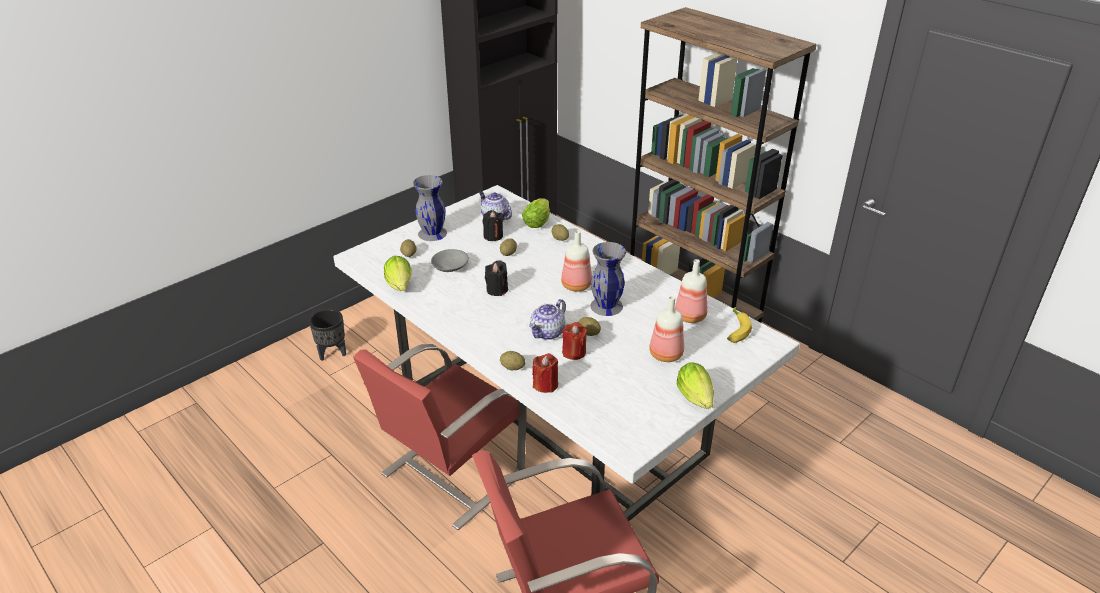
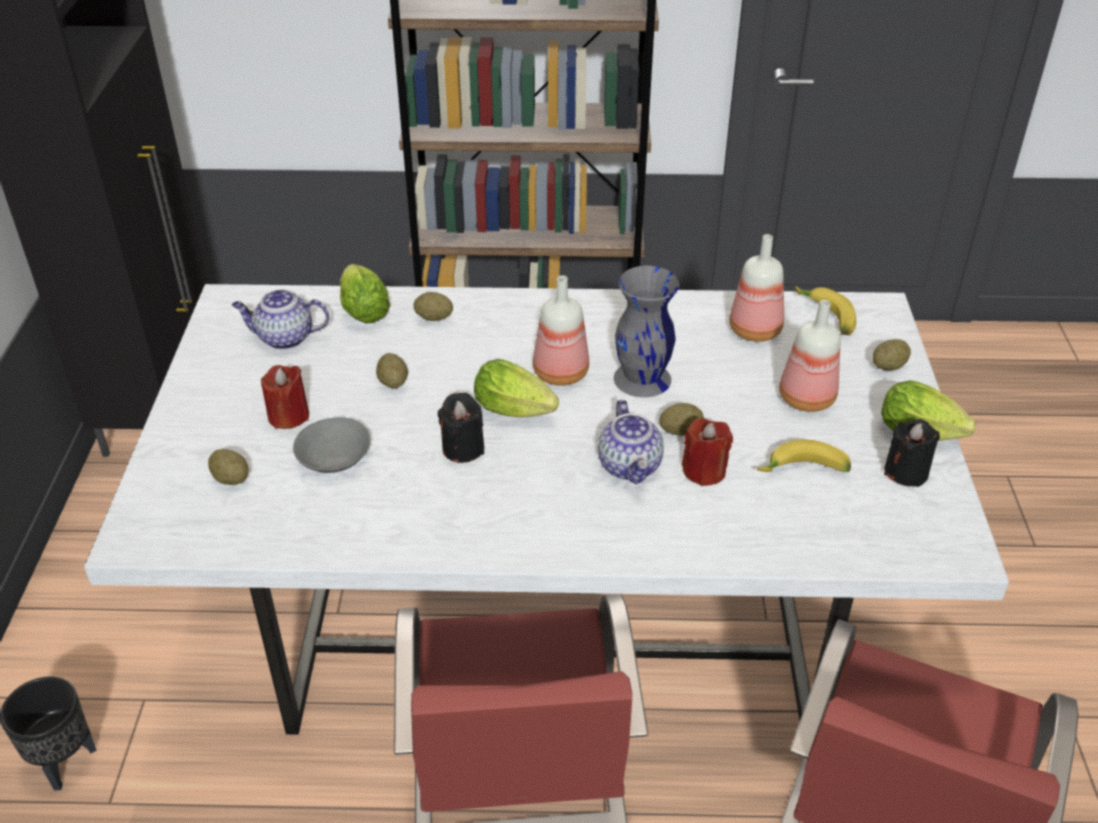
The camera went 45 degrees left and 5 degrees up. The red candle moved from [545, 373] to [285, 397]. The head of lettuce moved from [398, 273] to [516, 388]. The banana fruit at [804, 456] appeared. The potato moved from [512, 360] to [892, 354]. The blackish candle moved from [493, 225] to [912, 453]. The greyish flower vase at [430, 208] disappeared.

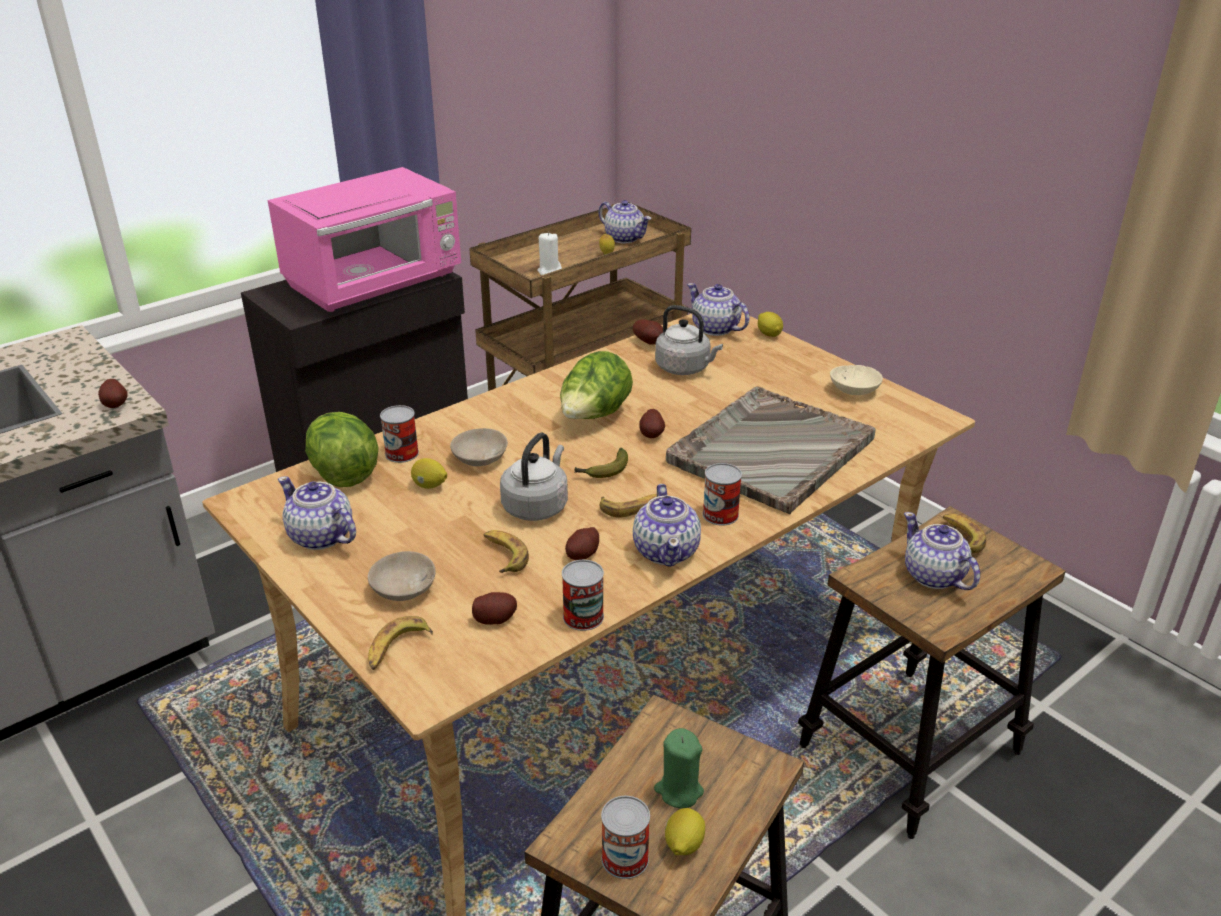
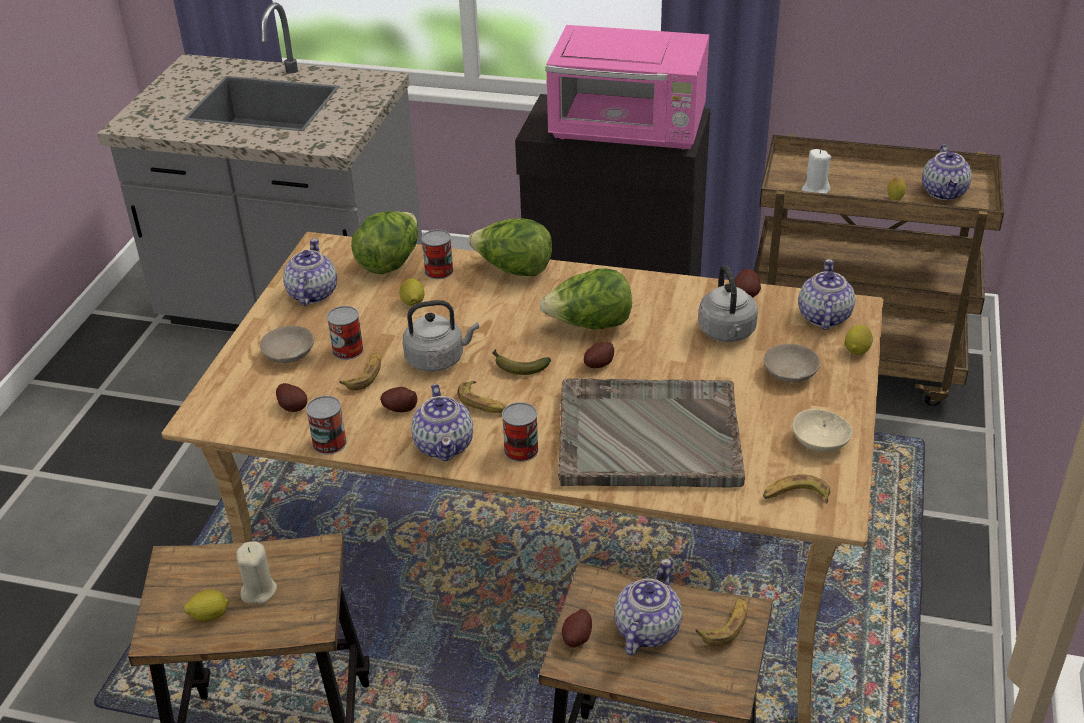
The camera went 55 degrees right and 5 degrees up. The green candle at [679, 768] became the beige-coloured candle at [256, 572]. The can moved from [625, 837] to [345, 333]. The teapot at [667, 525] turned 60 degrees counterclockwise. The head of lettuce at [510, 247] appeared. The potato moved from [113, 393] to [577, 628]. The banana fruit moved from [400, 643] to [796, 489]. The beige-coloured serving bowl moved from [479, 447] to [792, 363].

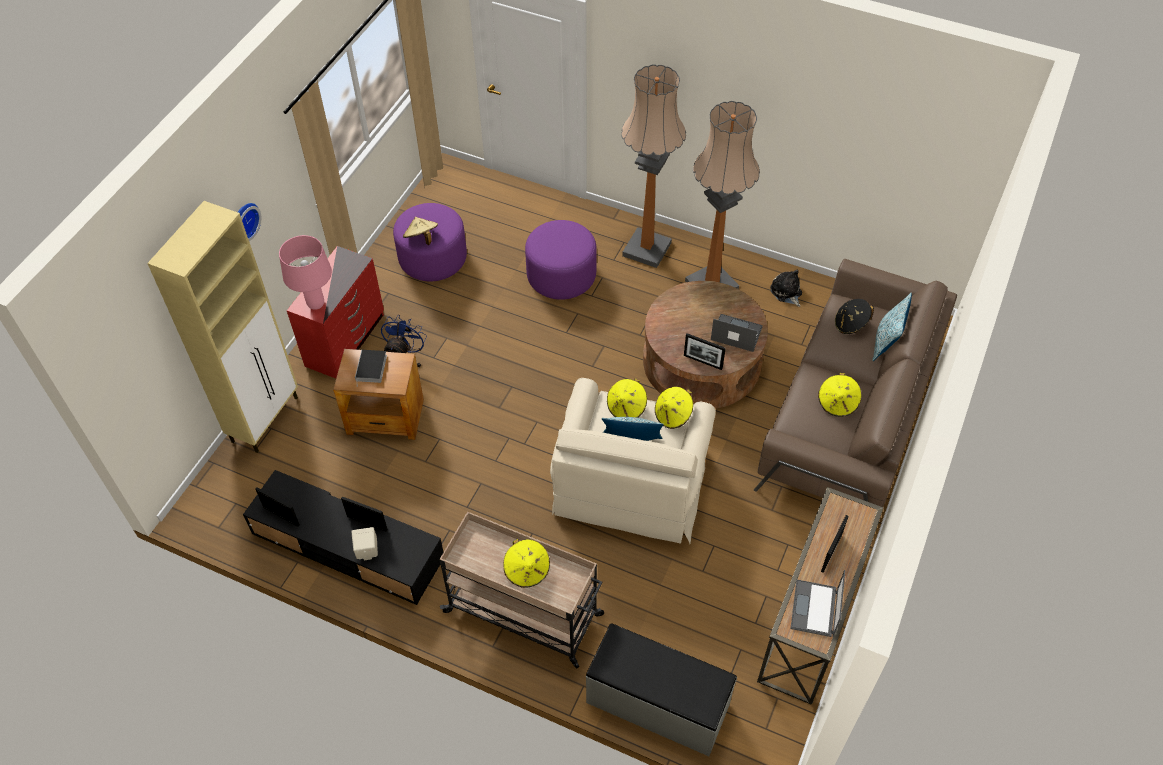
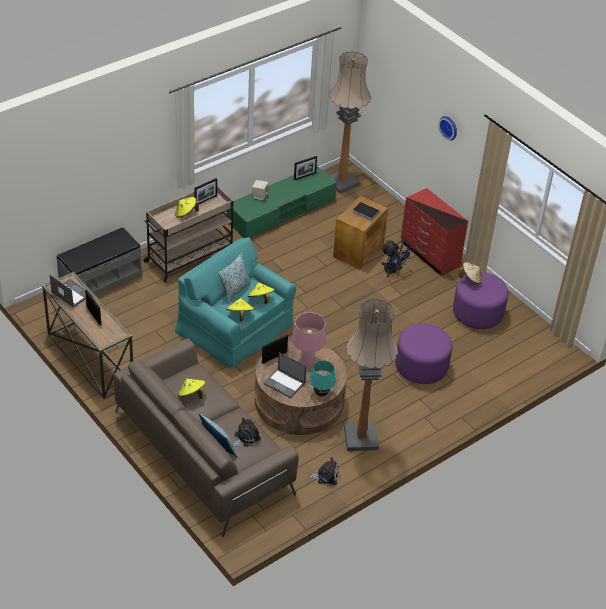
The camera went 115 degrees right and 10 degrees down. The beige-coloured lounge chair at [633, 461] became the turquoise-coloured lounge chair at [235, 303]. The picture frame moved from [364, 514] to [205, 191]. The blackish tv stand at [343, 537] became the green tv stand at [282, 202]. The blackish wearable hat at [854, 316] was replaced by the soft toy at [247, 432]. The laptop at [737, 333] turned 75 degrees clockwise. The pink-coloured tabletop lamp moved from [305, 272] to [309, 339]. The turquoise-coloured tabletop lamp at [322, 378] appeared. The standard lamp moved from [653, 166] to [350, 122]. The beige-coloured cabinet at [222, 327] disappeared.

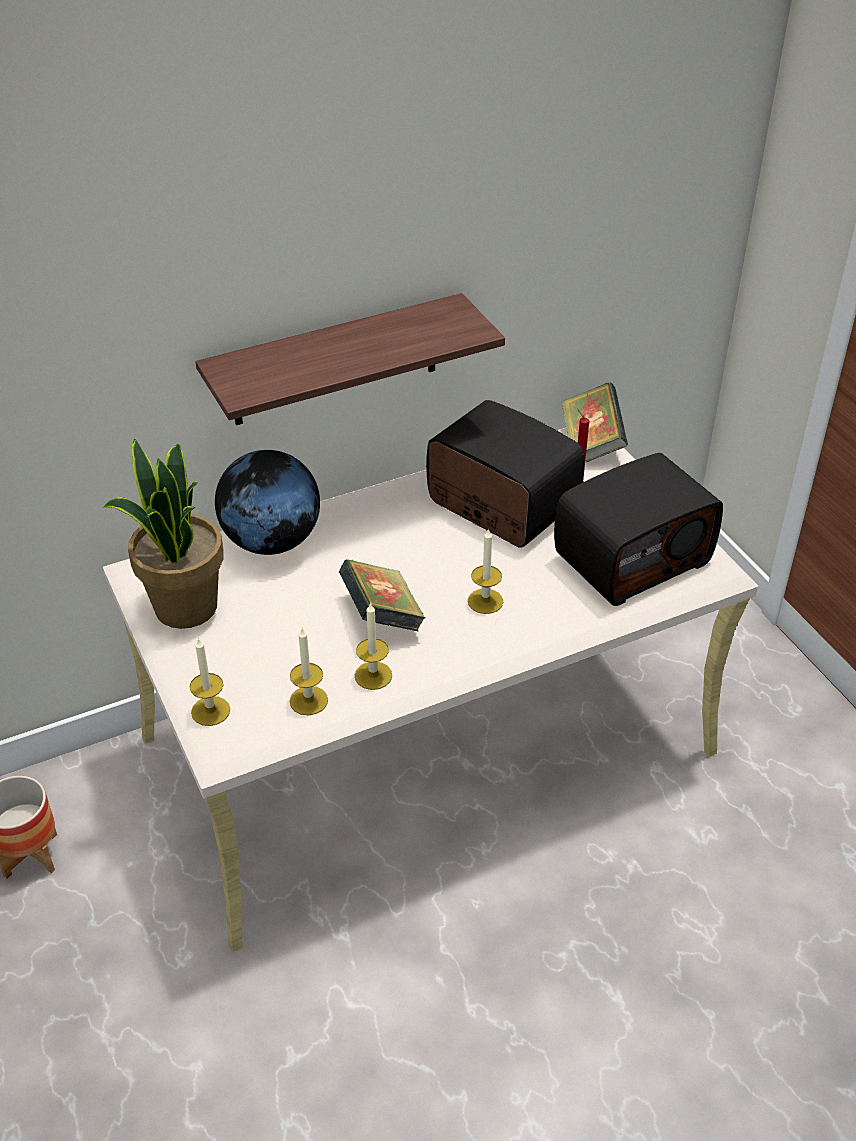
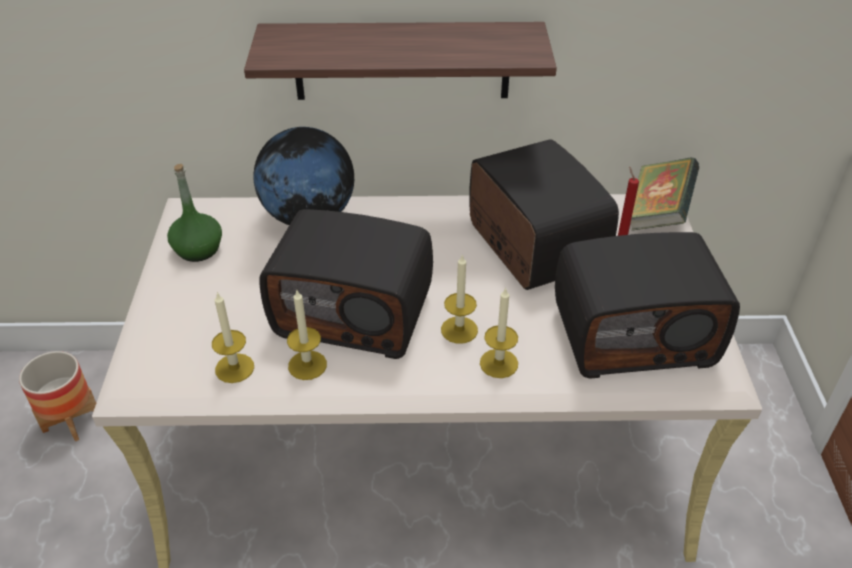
The camera went 25 degrees right and 0 degrees up. The potted plant at [164, 533] was replaced by the green beverage bottle at [194, 213]. The book at [382, 595] was replaced by the radio set at [346, 284]. The candle moved from [209, 681] to [499, 333].

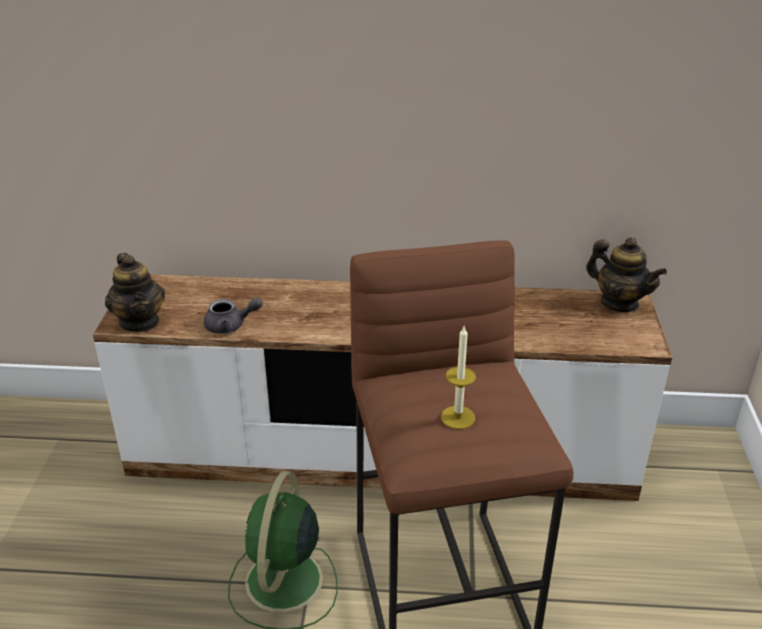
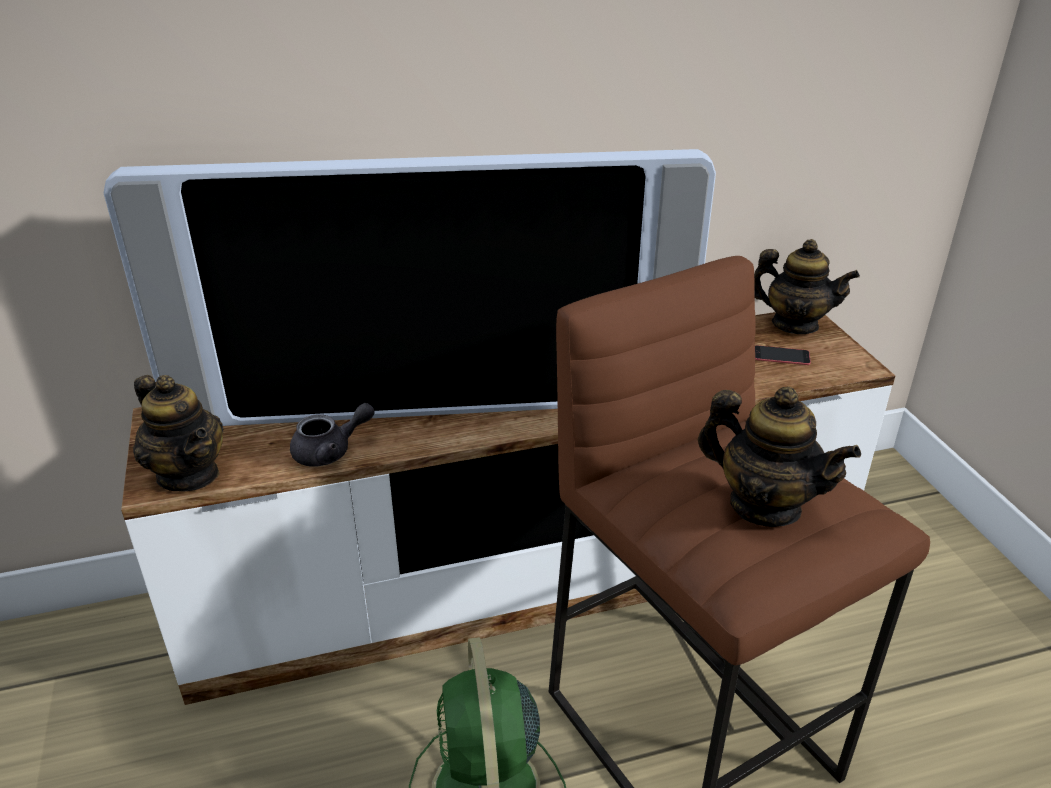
The camera went 20 degrees left and 0 degrees up. The television at [410, 287] appeared. The candle at [458, 377] was replaced by the teapot at [779, 456]. The handset at [783, 355] appeared.

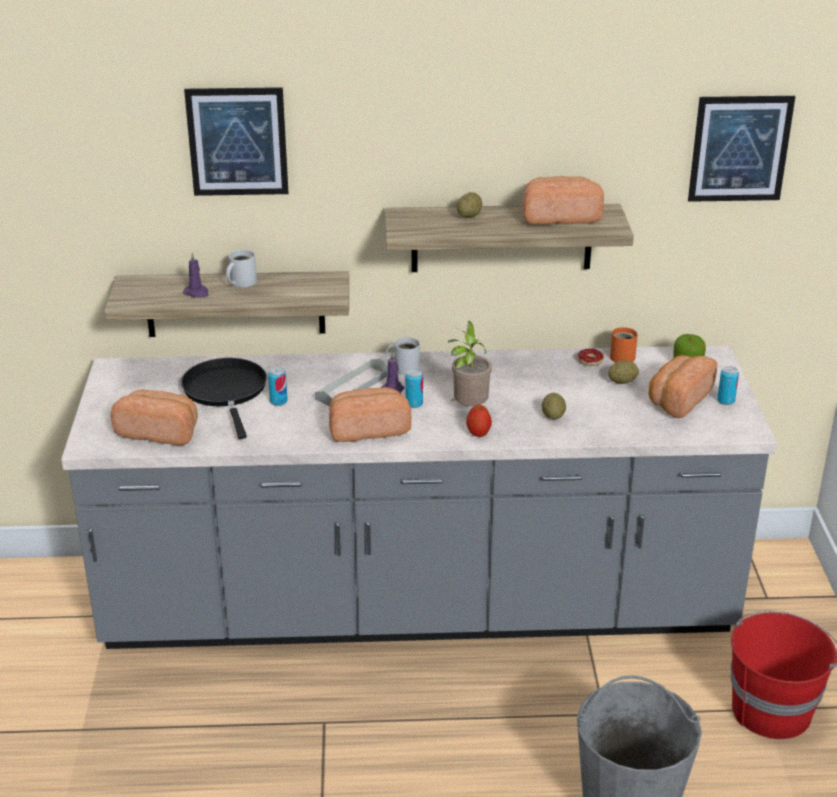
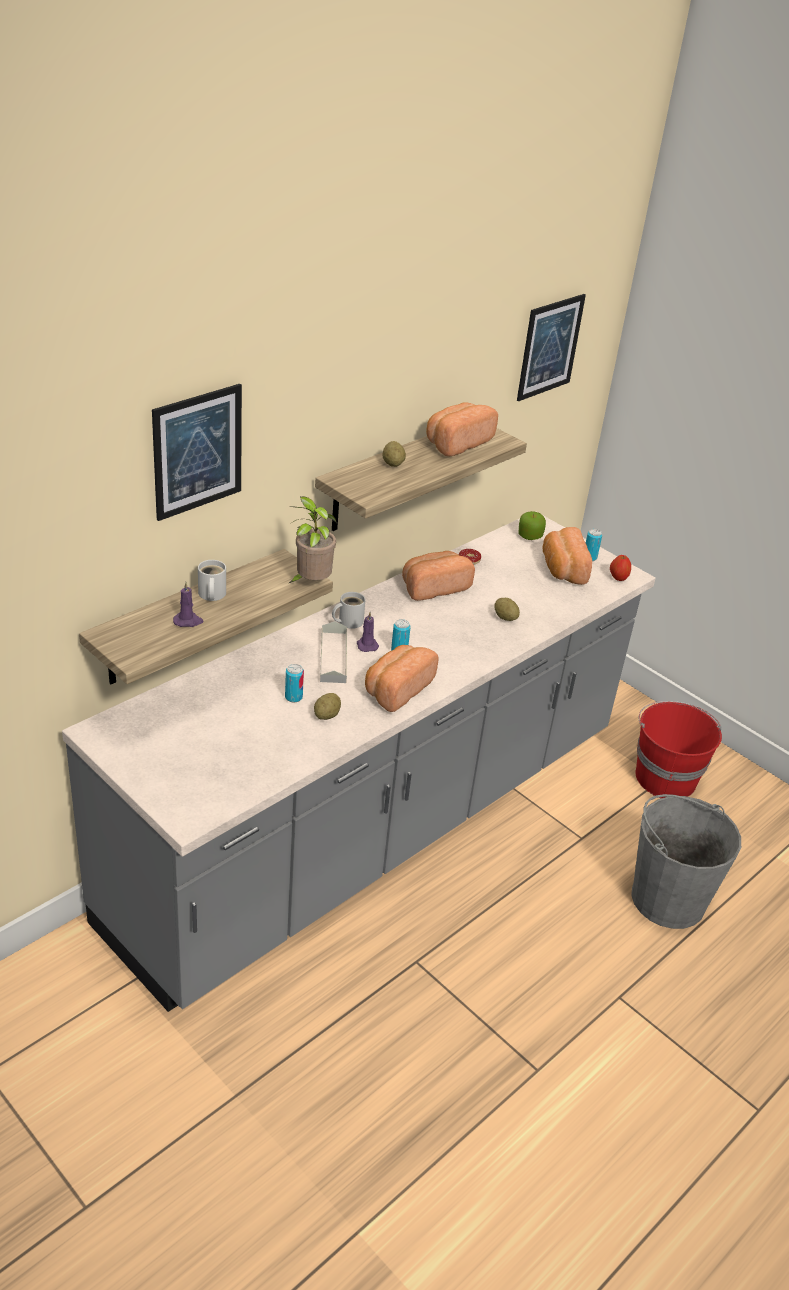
The camera went 45 degrees left and 5 degrees up. The potted plant moved from [470, 363] to [312, 540]. The potato moved from [623, 372] to [327, 706]. The bakery bread moved from [154, 417] to [438, 576]. The whole apple moved from [479, 420] to [620, 568]. The blackish frying pan at [224, 398] disappeared. The orangey mug at [624, 345] disappeared.

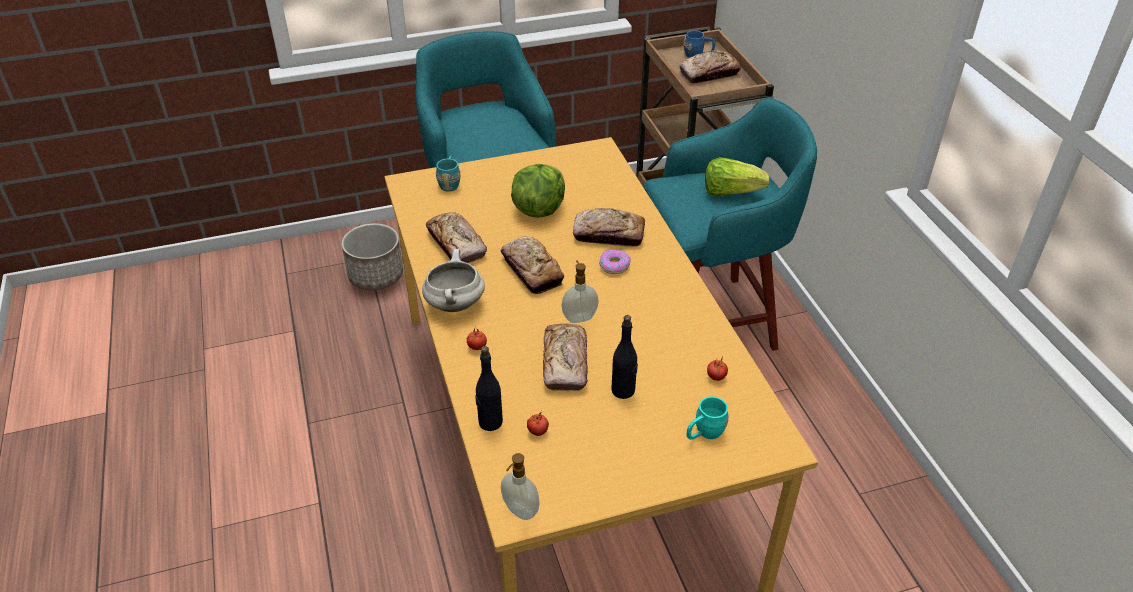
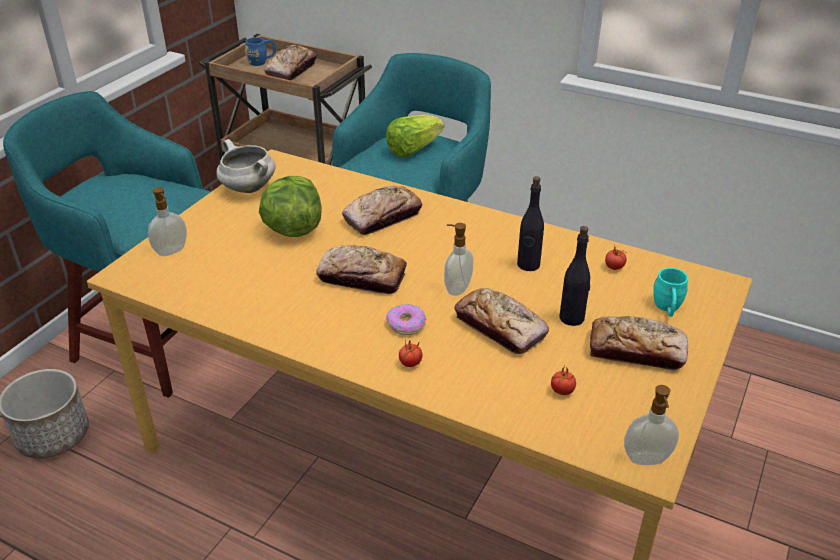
The camera went 45 degrees left and 5 degrees down. The turquoise-coloured mug at [448, 174] was replaced by the soap bottle at [167, 221]. The white-coloured cooking pot moved from [453, 280] to [246, 166]. The ring doughnut moved from [615, 261] to [406, 319]. The blackish beverage bottle moved from [489, 388] to [530, 223]. The bakery bread moved from [456, 237] to [639, 343].

